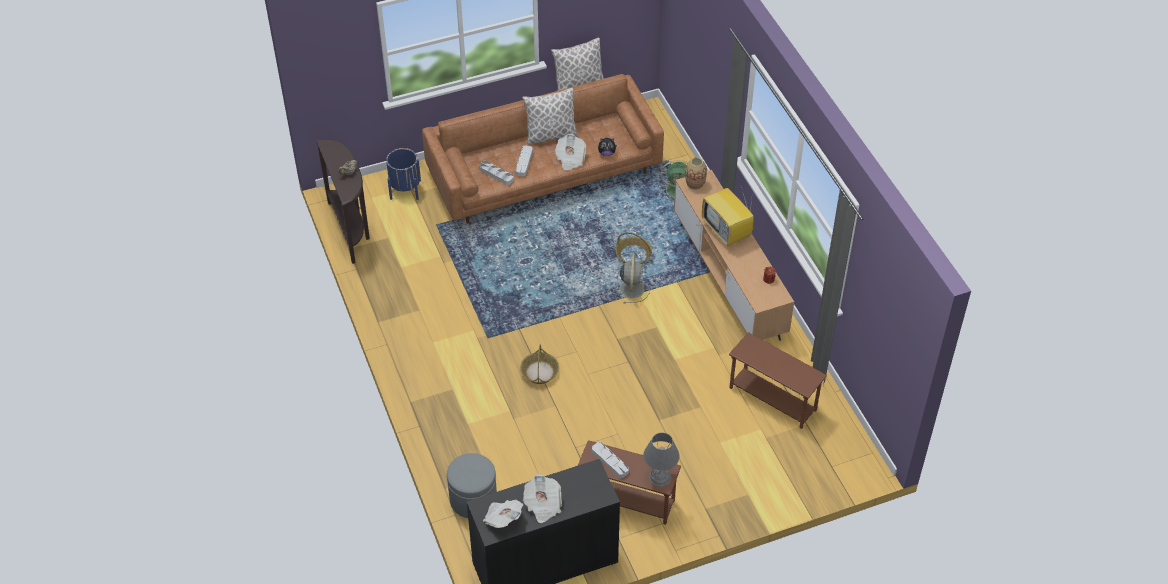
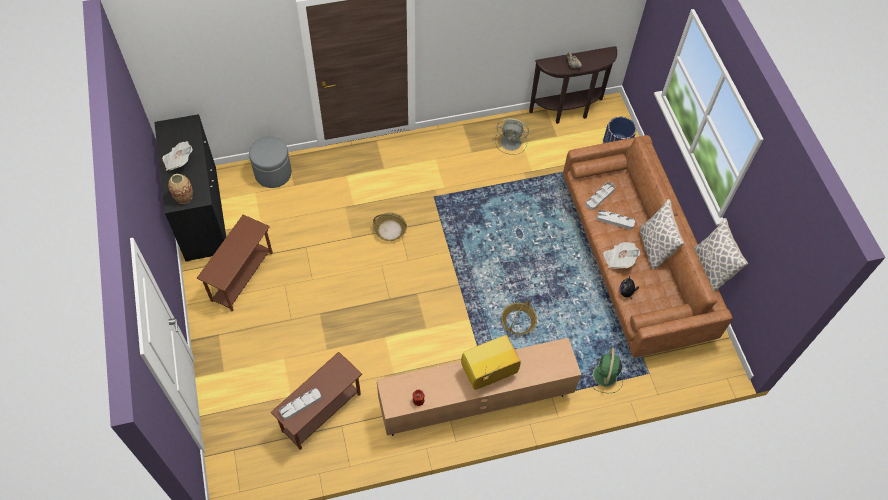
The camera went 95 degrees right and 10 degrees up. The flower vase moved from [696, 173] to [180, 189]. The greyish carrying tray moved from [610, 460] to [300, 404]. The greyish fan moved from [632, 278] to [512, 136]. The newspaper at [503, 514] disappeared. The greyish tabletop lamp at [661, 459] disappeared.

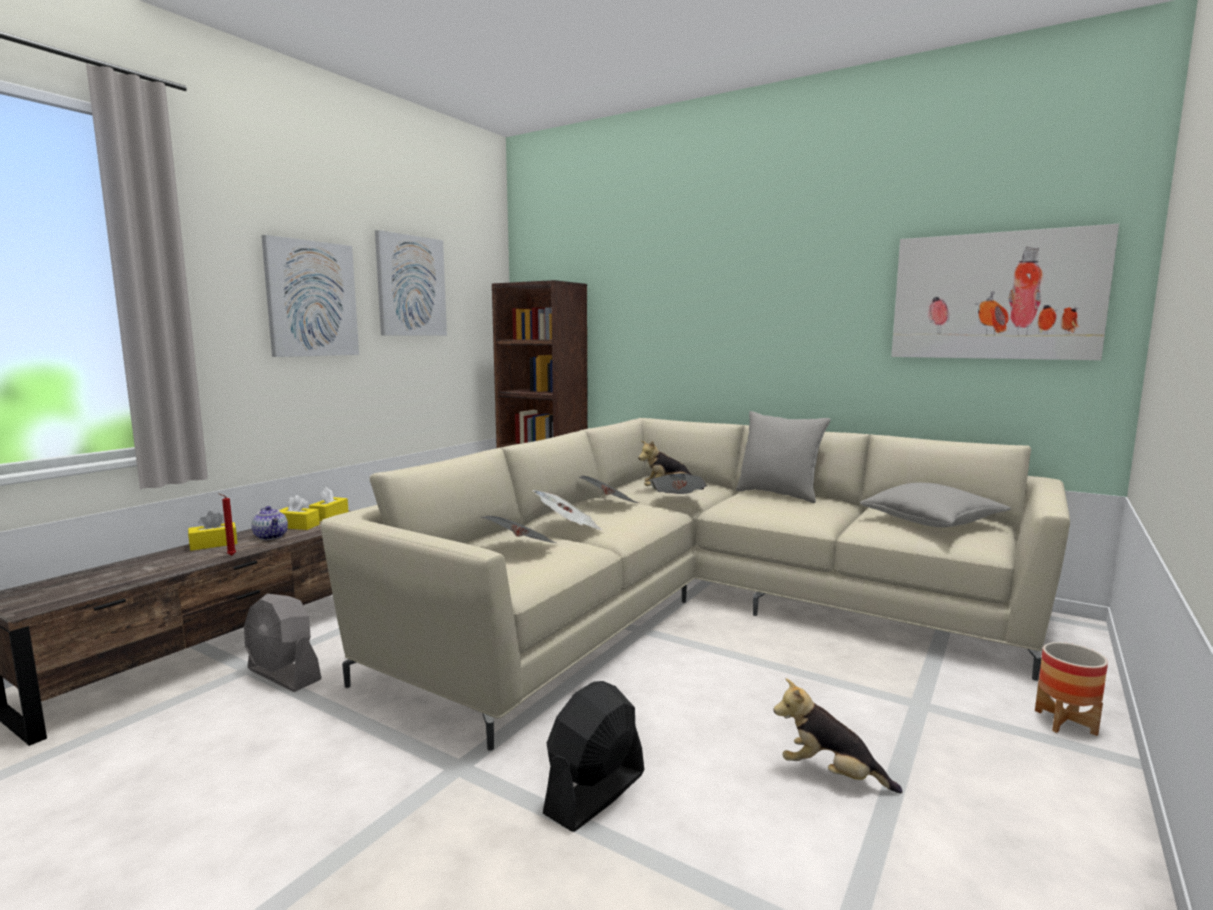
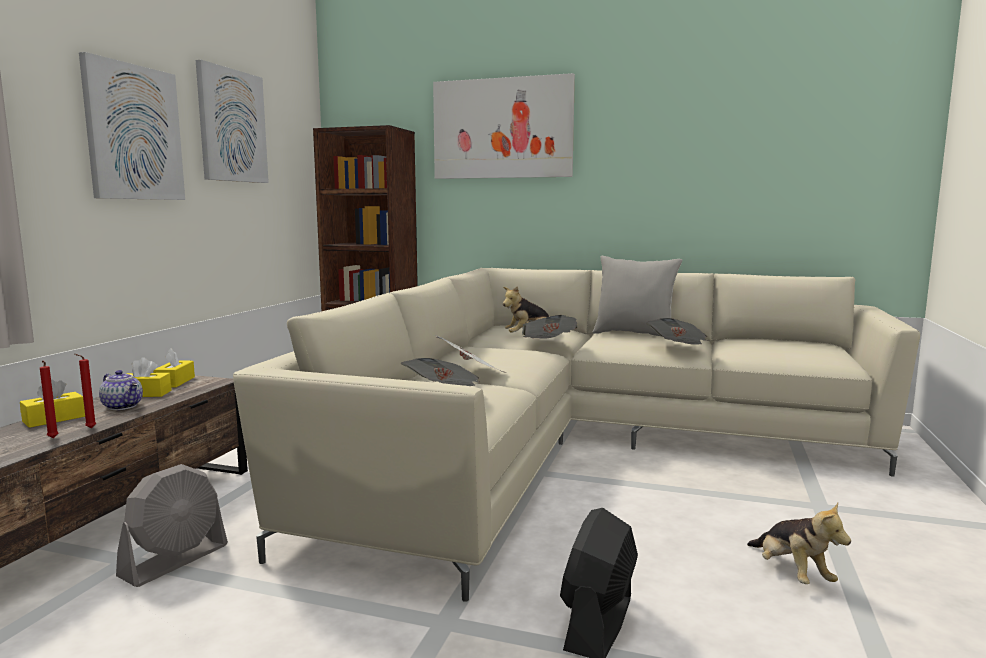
The camera went 15 degrees left and 0 degrees up. The red candle at [49, 399] appeared. The greyish fan at [283, 643] turned 75 degrees counterclockwise. The picture moved from [1005, 292] to [504, 126]. The newspaper moved from [608, 489] to [676, 331]. The soft toy at [837, 736] turned 120 degrees counterclockwise. The greyish cushion at [935, 505] disappeared. The flower pot at [1071, 689] disappeared.

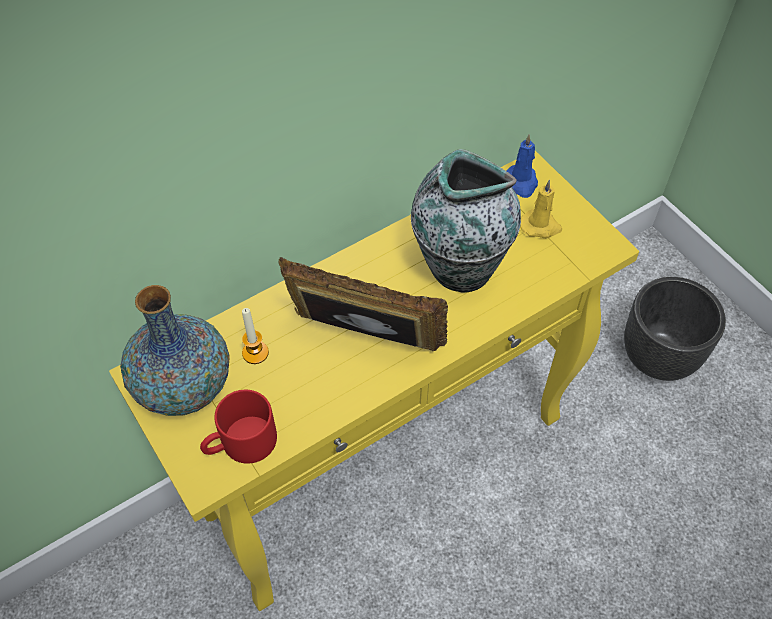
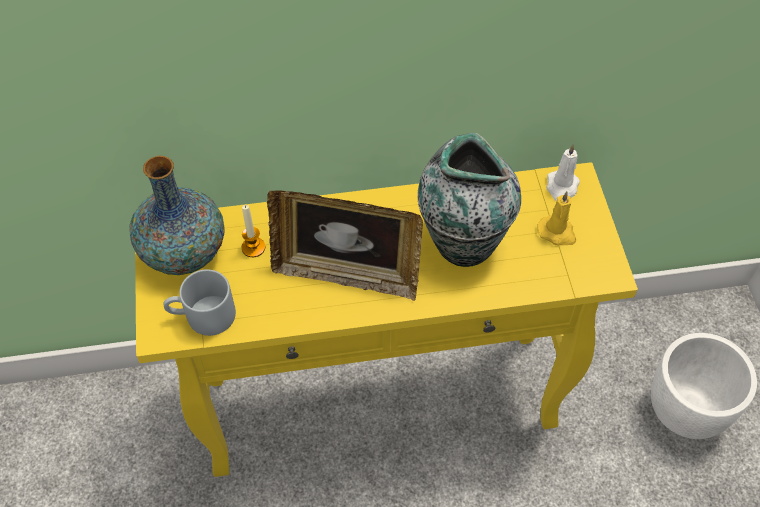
The camera went 25 degrees right and 0 degrees up. The red mug at [238, 427] became the greyish mug at [199, 302]. The picture frame at [363, 304] turned 150 degrees clockwise. The blue-coloured candle at [522, 166] became the white-coloured candle at [563, 172]. The blackish flower pot at [675, 329] became the white-coloured flower pot at [704, 386].

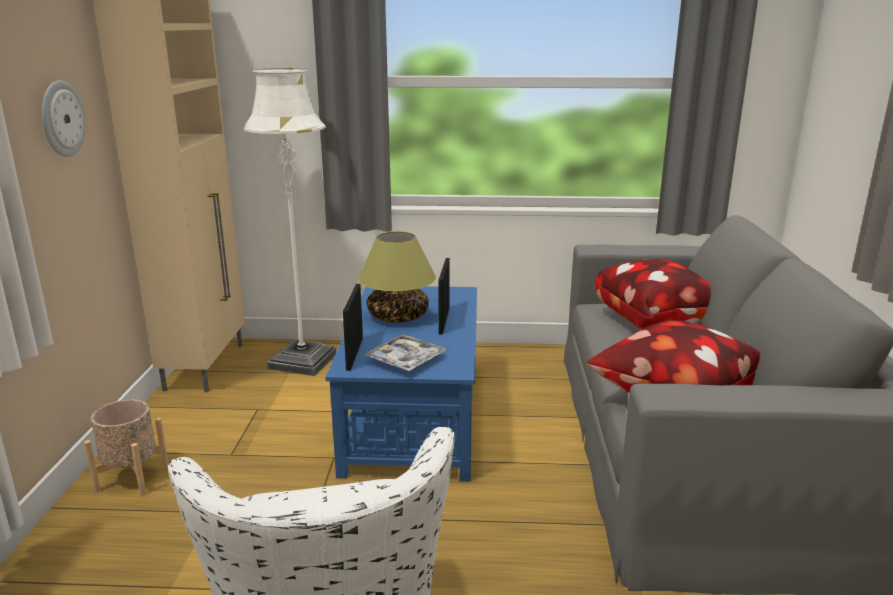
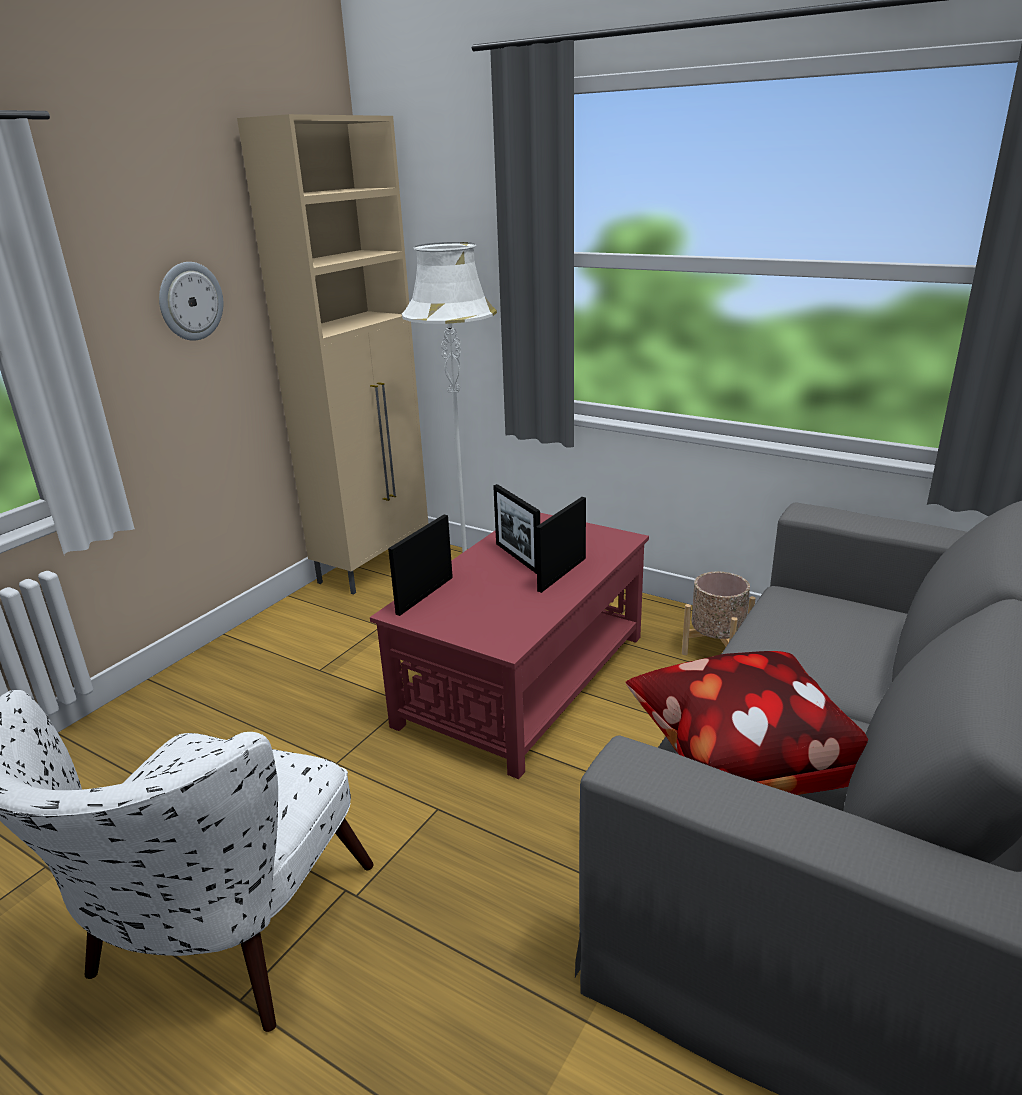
The camera went 30 degrees right and 5 degrees up. The blue-coloured low table at [401, 384] became the red low table at [509, 646]. The tabletop lamp at [397, 277] was replaced by the picture frame at [516, 529]. The beige-coloured flower pot moved from [126, 447] to [719, 613]. The carrying tray at [404, 352] disappeared. The cushion at [652, 294] disappeared.

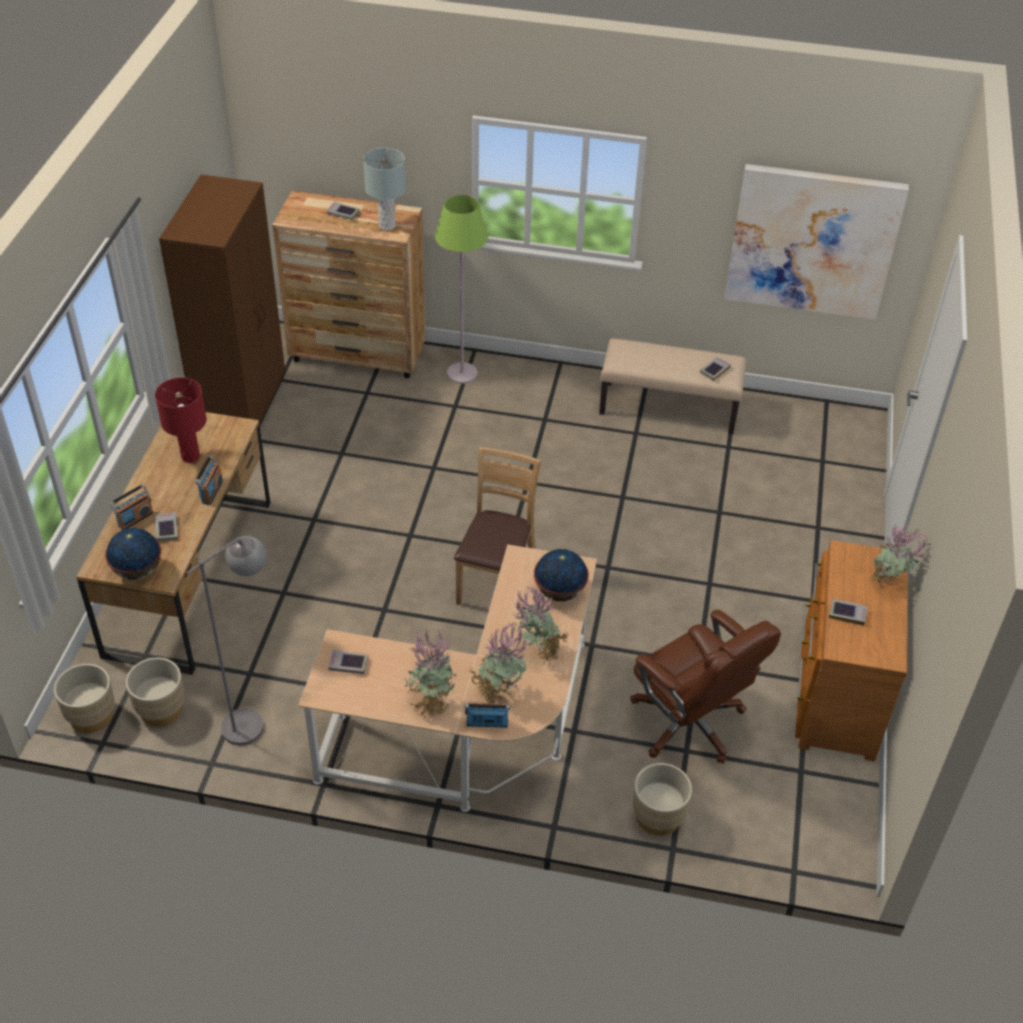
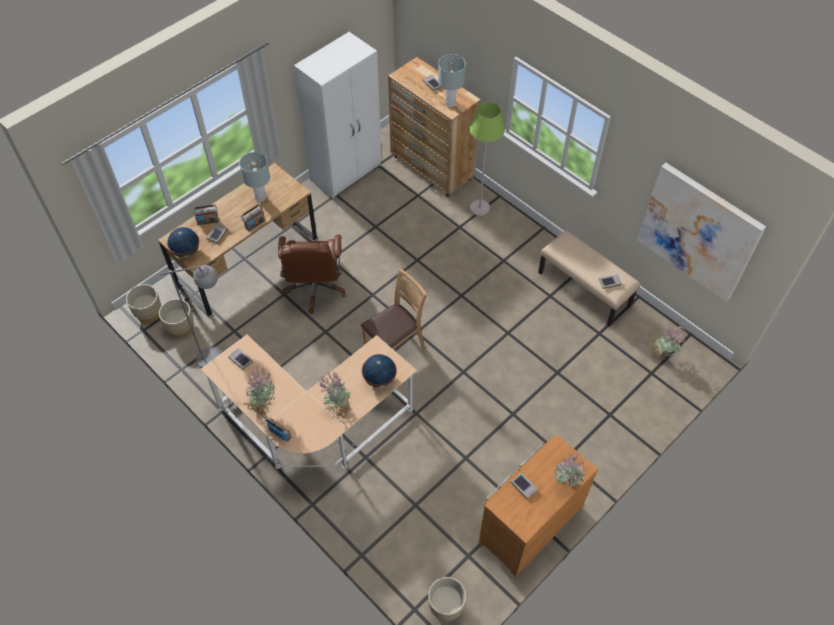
The camera went 35 degrees right and 10 degrees up. The red tabletop lamp at [181, 420] became the greyish tabletop lamp at [254, 177]. The brownish computer chair moved from [705, 687] to [312, 274]. The brownish wardrobe at [222, 299] became the white-coloured wardrobe at [338, 115]. The beige-coloured flower pot moved from [662, 799] to [447, 599]. The potted plant moved from [498, 663] to [668, 344].

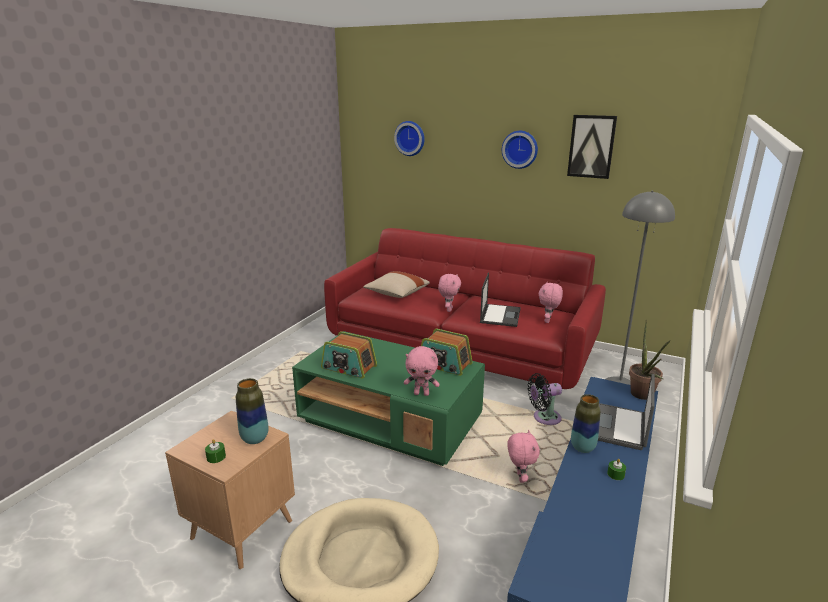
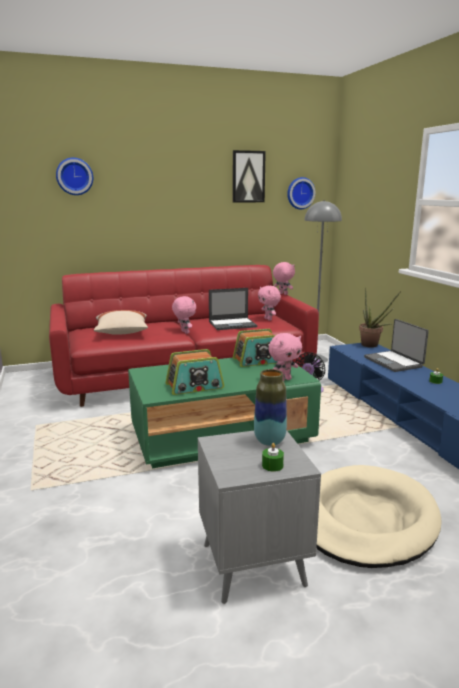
The camera went 45 degrees left and 5 degrees down. The brownish side table at [230, 490] became the greyish side table at [259, 517]. The laptop at [500, 299] turned 105 degrees clockwise. The pink-coloured soft toy moved from [523, 456] to [284, 278]. The clock on the wall moved from [520, 150] to [301, 193]. The flower vase at [586, 423] disappeared.

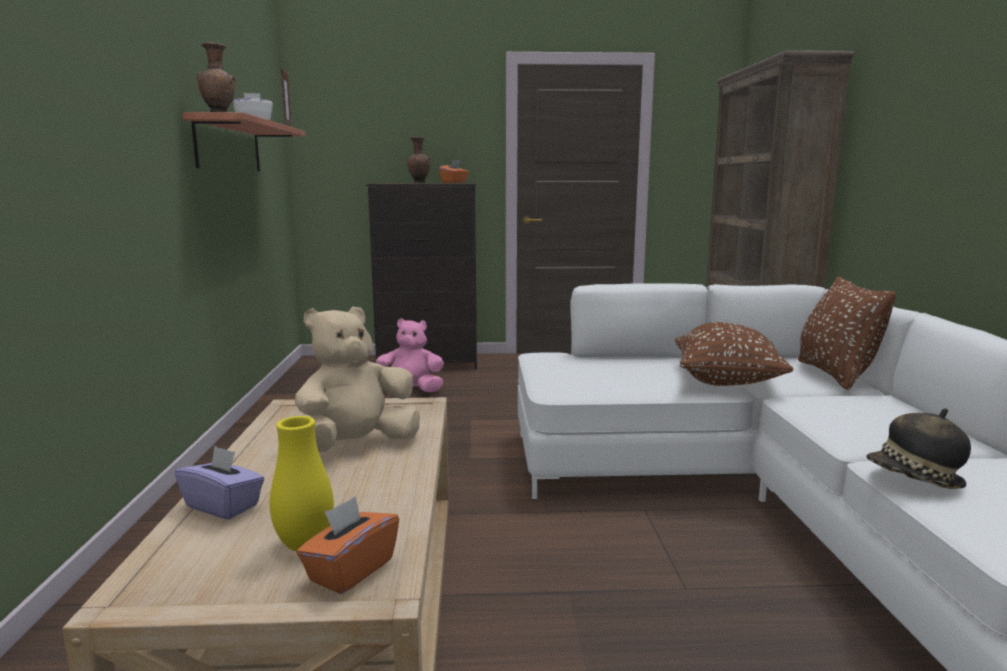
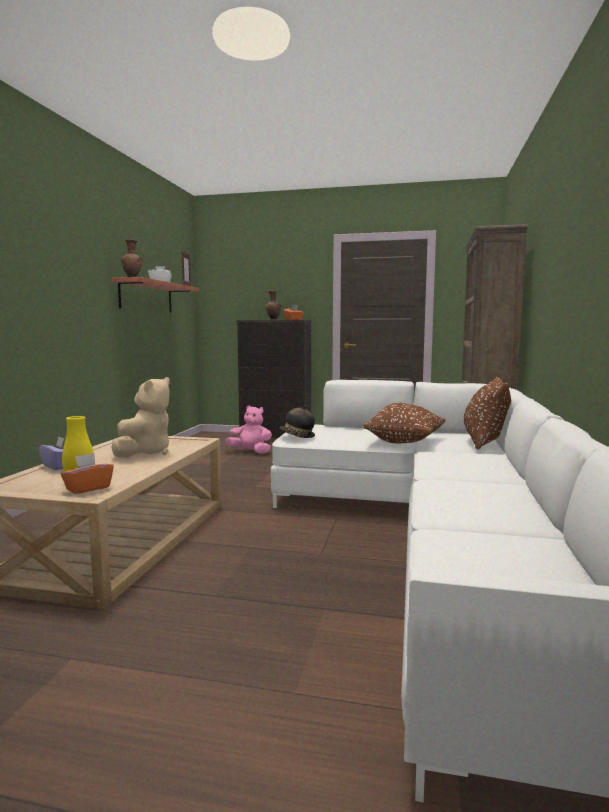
The camera went 15 degrees right and 5 degrees down. The beige-coloured soft toy at [357, 379] turned 135 degrees clockwise. The wearable hat moved from [918, 448] to [297, 421].

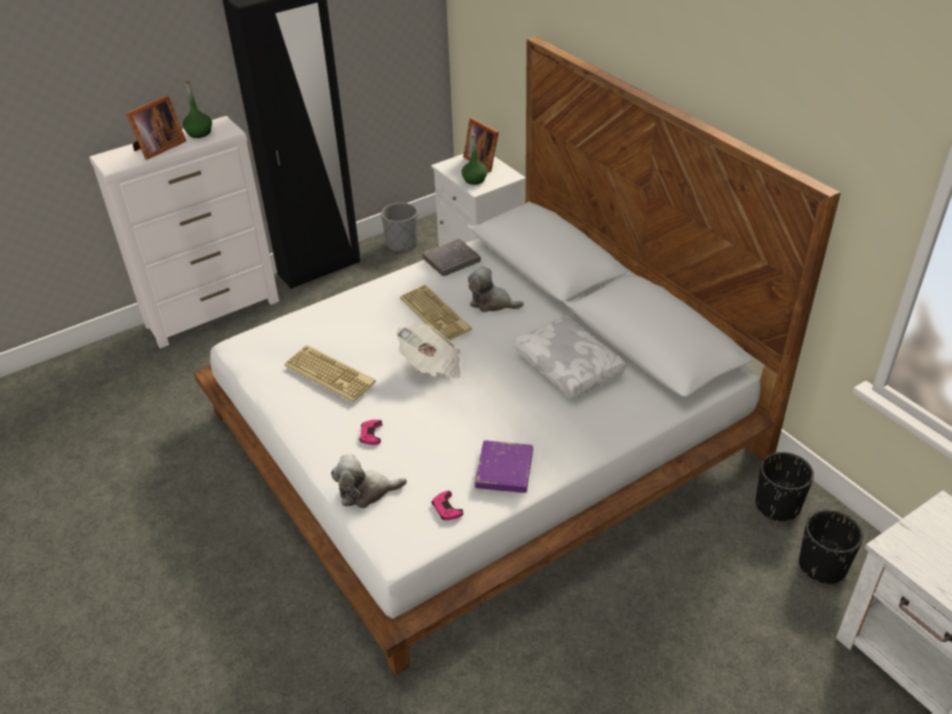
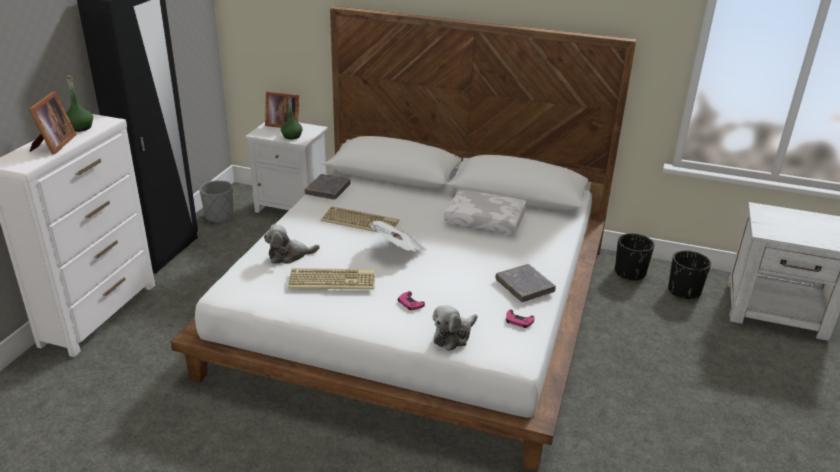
The camera went 40 degrees left and 10 degrees down. The soft toy moved from [496, 289] to [292, 244]. The purple-coloured book at [504, 466] became the greyish book at [525, 283].

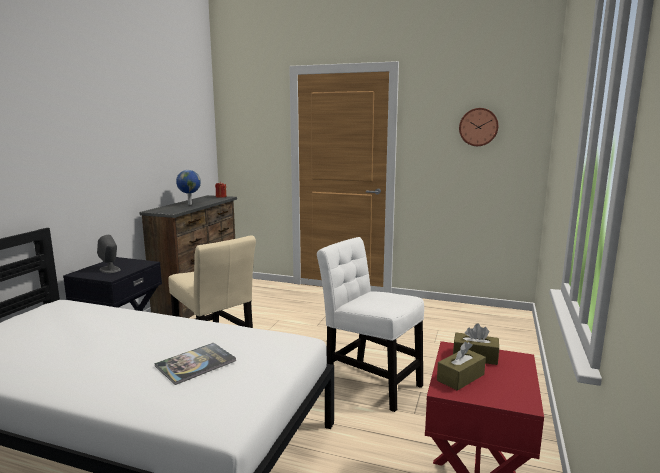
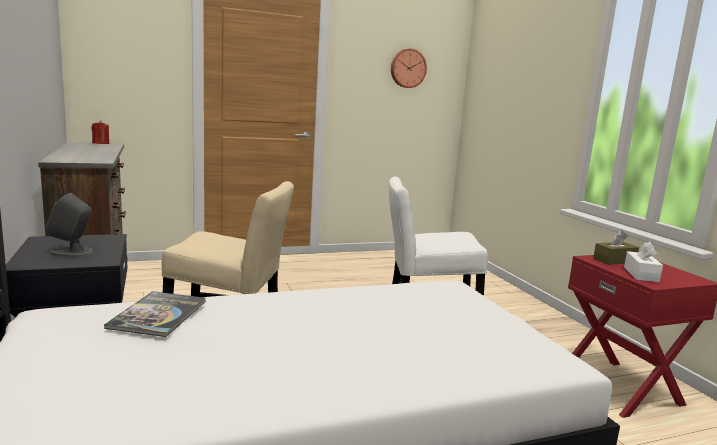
The camera went 40 degrees left and 0 degrees up. The book moved from [195, 364] to [155, 314]. The brownish tissue holder at [461, 366] became the white-coloured tissue holder at [643, 262]. The desk globe at [188, 187] disappeared.

